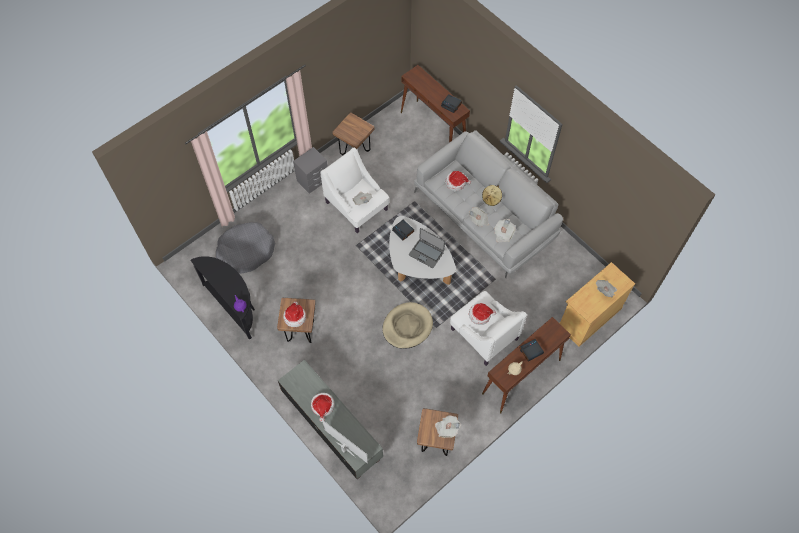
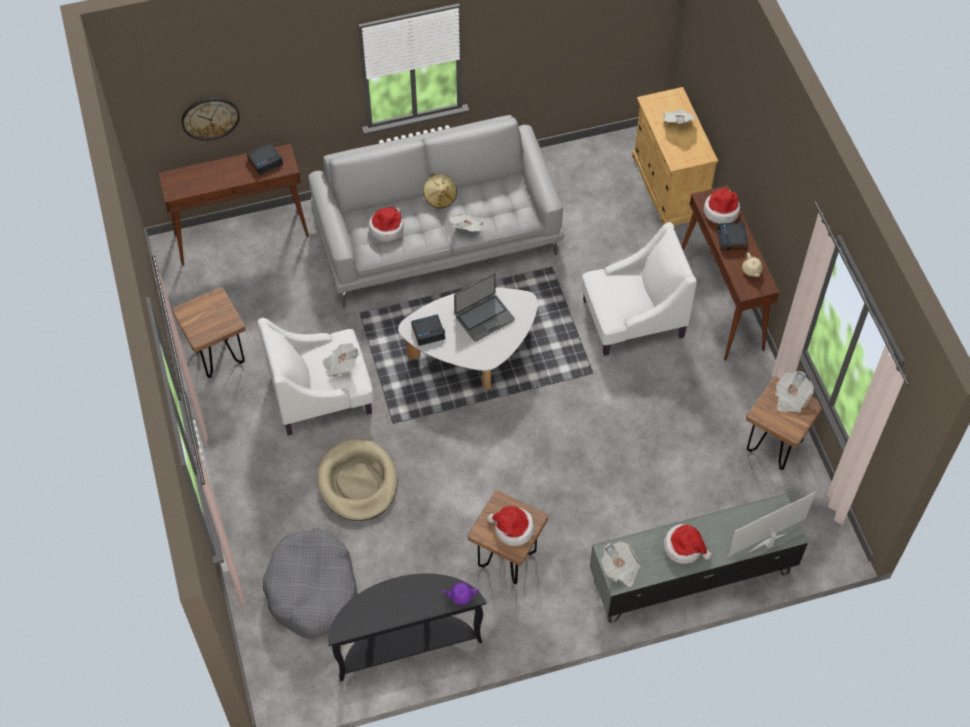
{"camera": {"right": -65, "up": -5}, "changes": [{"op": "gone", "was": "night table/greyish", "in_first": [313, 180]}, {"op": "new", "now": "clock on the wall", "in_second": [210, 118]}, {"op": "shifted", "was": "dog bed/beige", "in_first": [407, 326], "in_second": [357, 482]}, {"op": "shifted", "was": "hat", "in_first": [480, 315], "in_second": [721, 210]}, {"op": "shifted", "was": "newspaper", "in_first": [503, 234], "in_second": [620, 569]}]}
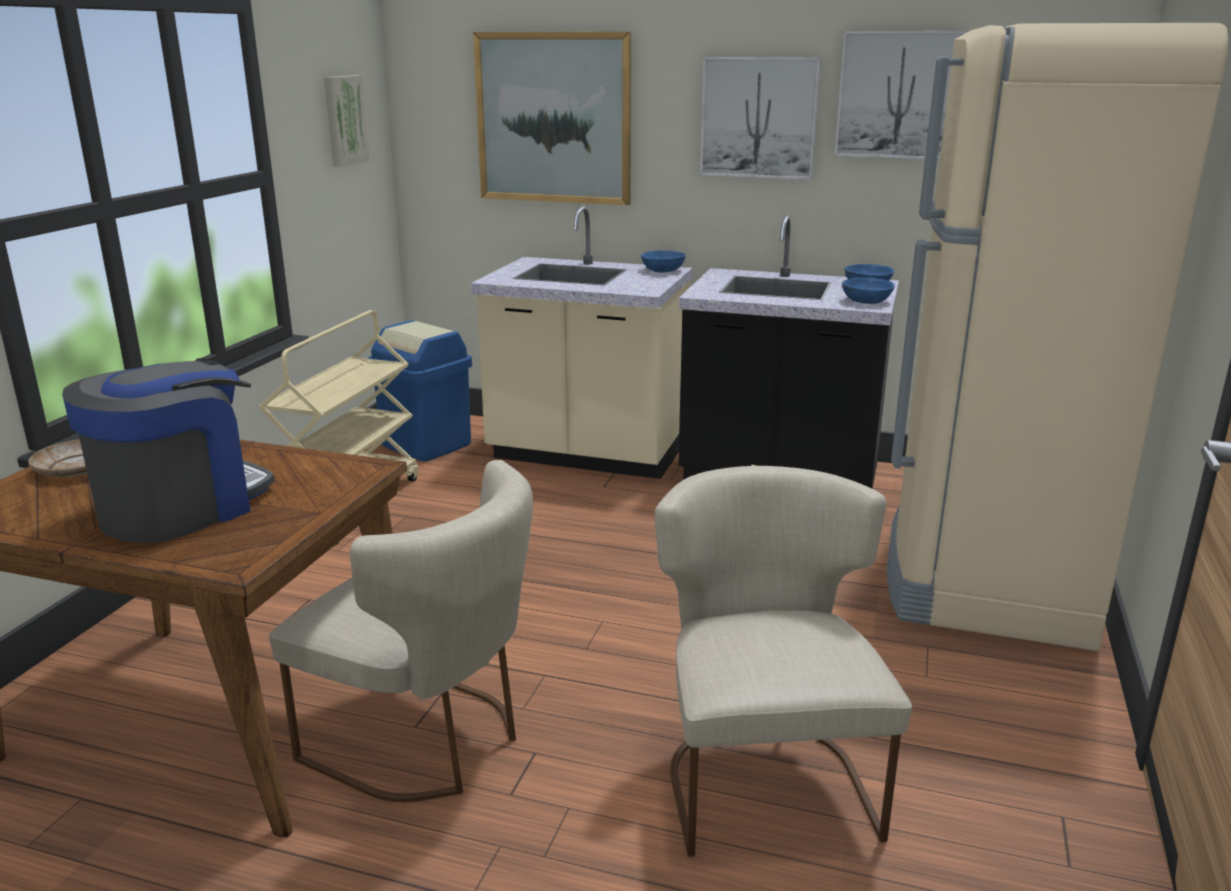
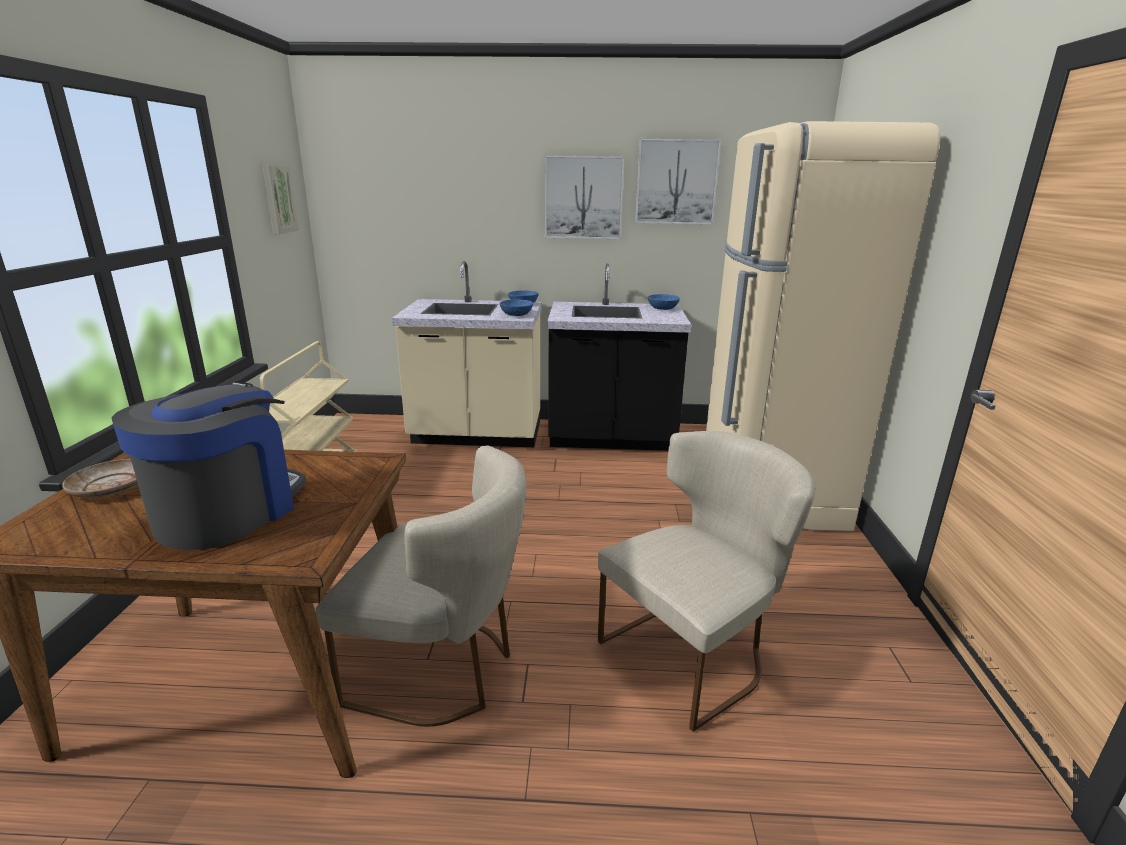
{"camera": {"right": -15, "up": 0}, "changes": [{"op": "gone", "was": "rubbish bin/bluish", "in_first": [427, 444]}, {"op": "gone", "was": "wall picture", "in_first": [554, 118]}, {"op": "shifted", "was": "bowl/bluish", "in_first": [866, 301], "in_second": [516, 314]}, {"op": "rotated", "was": "chair/beige", "in_first": [763, 775], "in_second": [694, 652], "clockwise": 75}]}
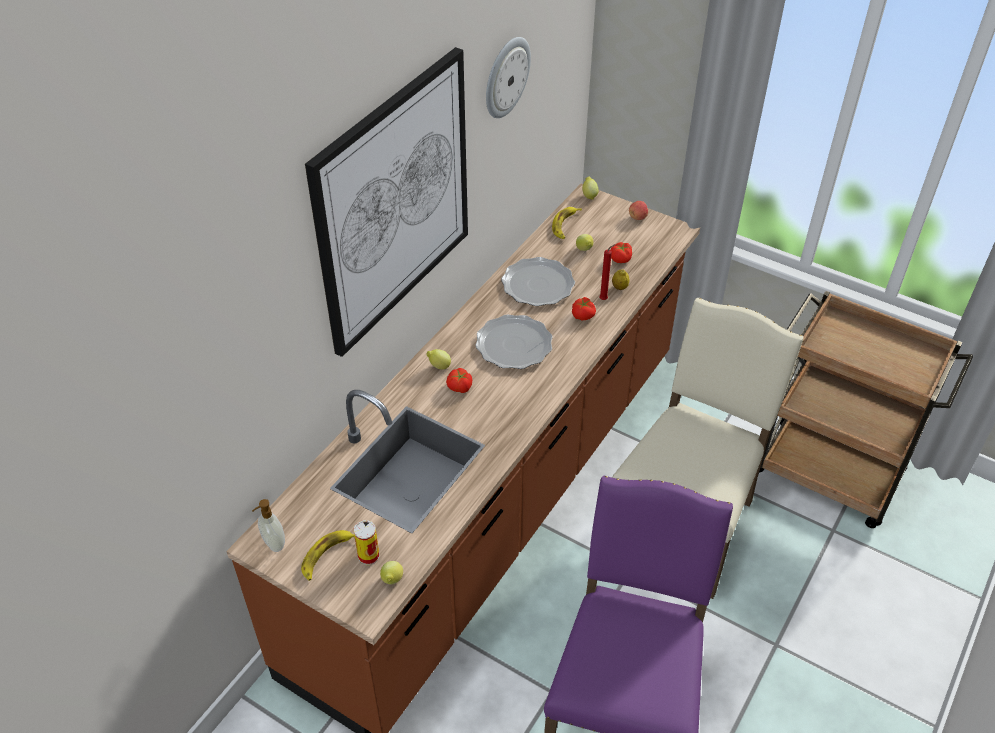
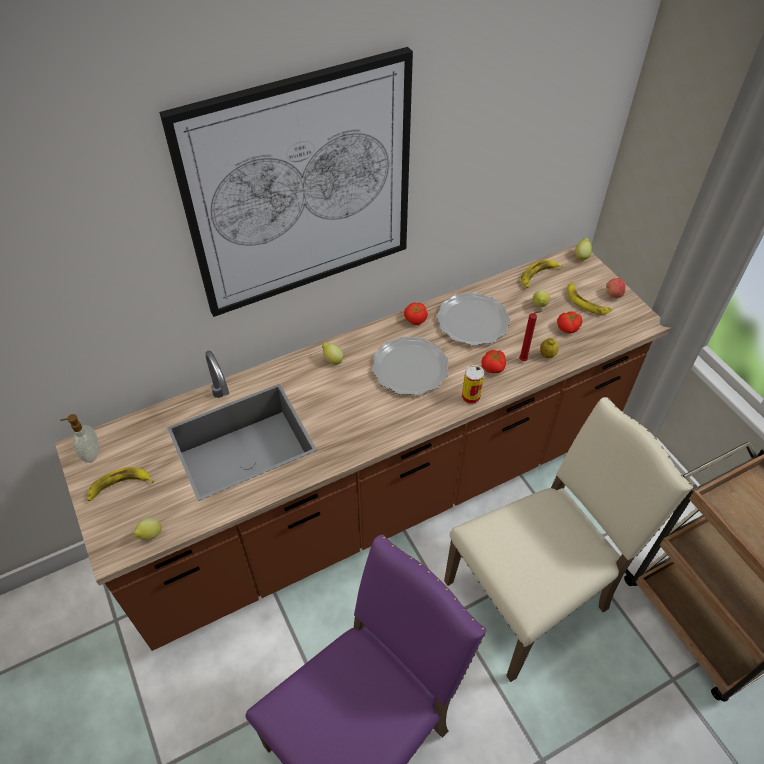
{"camera": {"right": 30, "up": 5}, "changes": [{"op": "gone", "was": "clock on the wall", "in_first": [505, 77]}, {"op": "new", "now": "whole banana", "in_second": [586, 302]}, {"op": "shifted", "was": "sealed can", "in_first": [368, 556], "in_second": [470, 397]}, {"op": "shifted", "was": "whole tomato", "in_first": [459, 387], "in_second": [415, 319]}]}
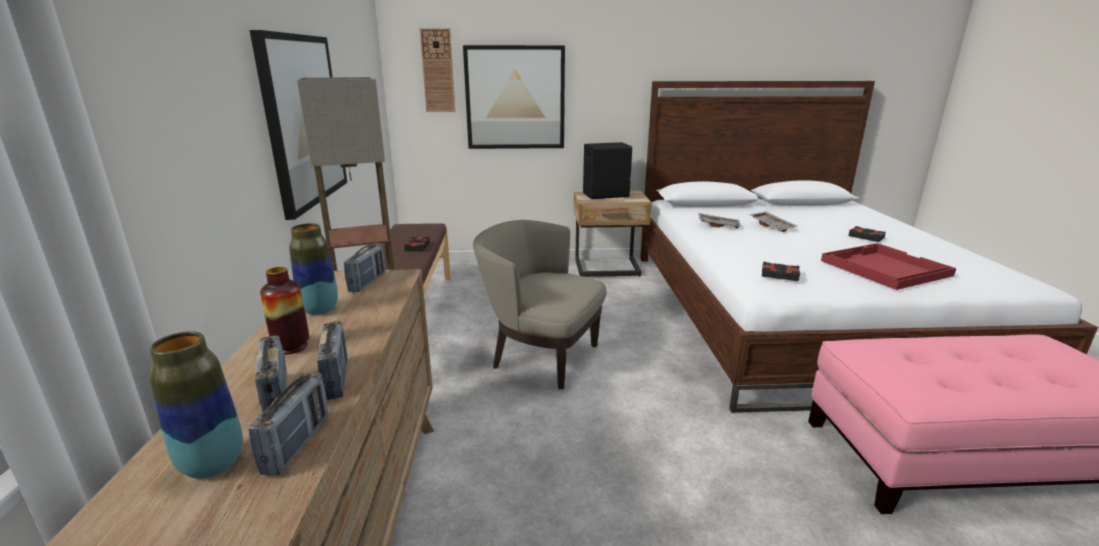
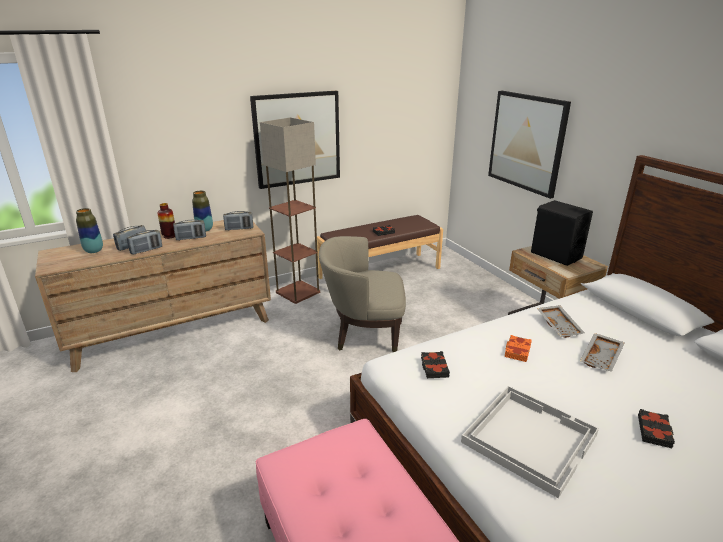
{"camera": {"right": 65, "up": 5}, "changes": [{"op": "gone", "was": "clock on the wall", "in_first": [438, 71]}, {"op": "new", "now": "volume/orangey", "in_second": [517, 351]}, {"op": "shifted", "was": "radio", "in_first": [297, 444], "in_second": [191, 238]}, {"op": "repainted", "was": "tray/reddish", "now": "tray/whitish", "in_first": [883, 268], "in_second": [528, 437]}, {"op": "rotated", "was": "armchair/beige", "in_first": [541, 356], "in_second": [363, 333], "clockwise": -90}]}
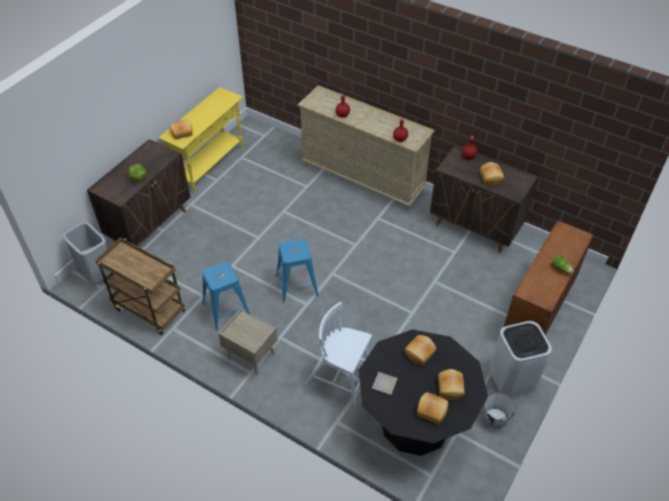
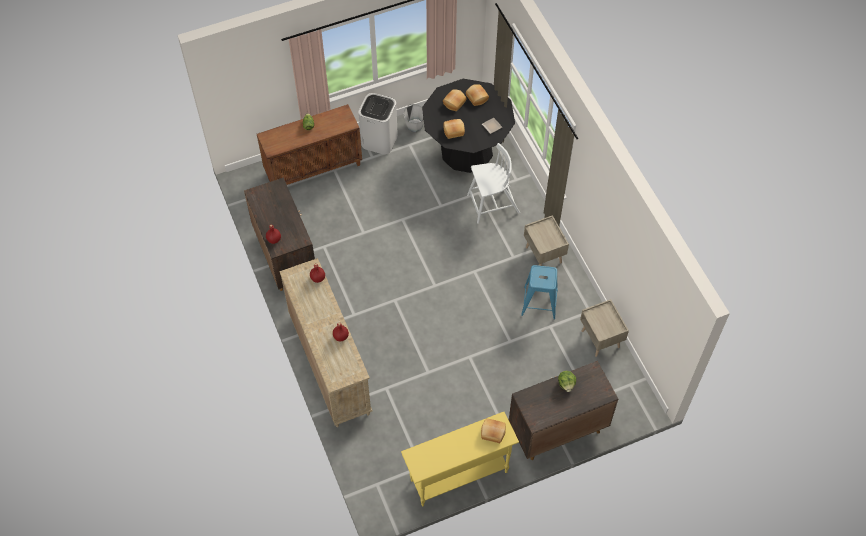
{"camera": {"right": -145, "up": 10}, "changes": [{"op": "gone", "was": "rubbish bin/greyish", "in_first": [97, 275]}, {"op": "gone", "was": "sitting stool/bluish", "in_first": [297, 285]}, {"op": "gone", "was": "bread", "in_first": [491, 177]}, {"op": "swapped", "was": "trolley/brownish", "now": "night table/beige", "in_first": [148, 310], "in_second": [601, 339]}, {"op": "rotated", "was": "chair/whitish", "in_first": [340, 377], "in_second": [492, 204], "clockwise": -75}]}
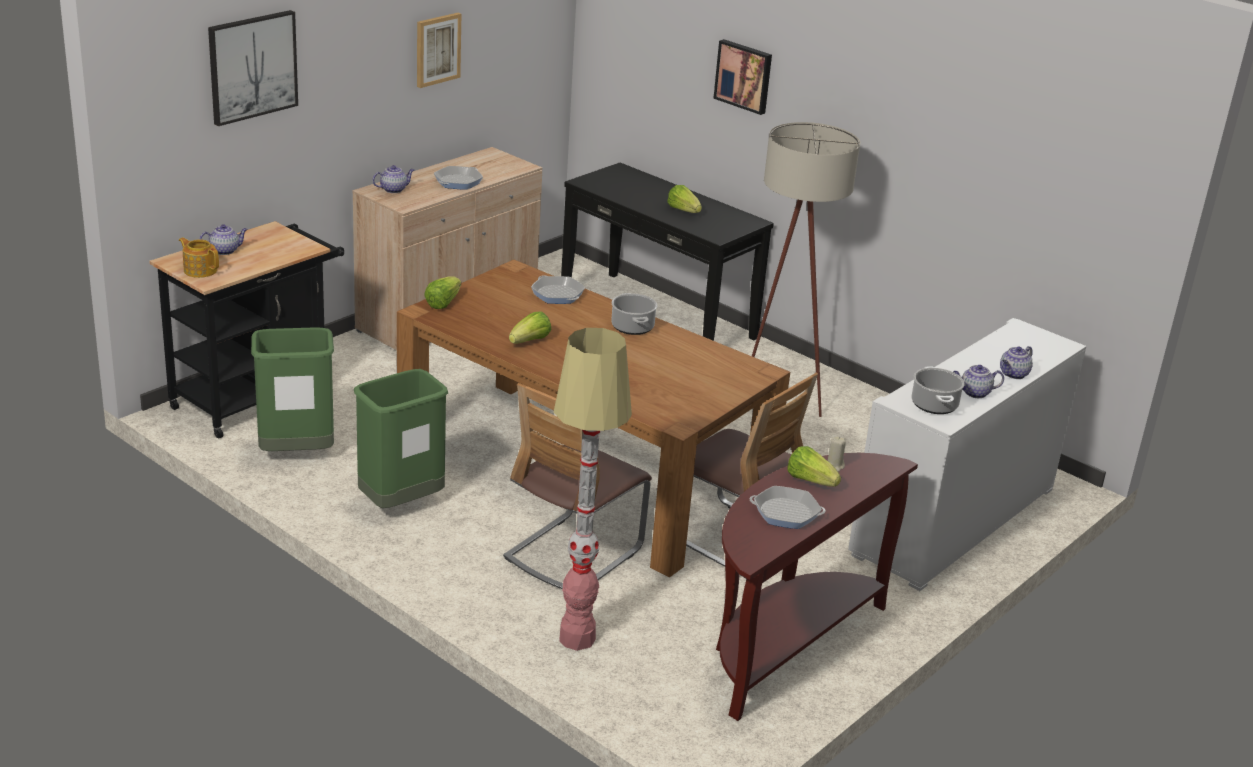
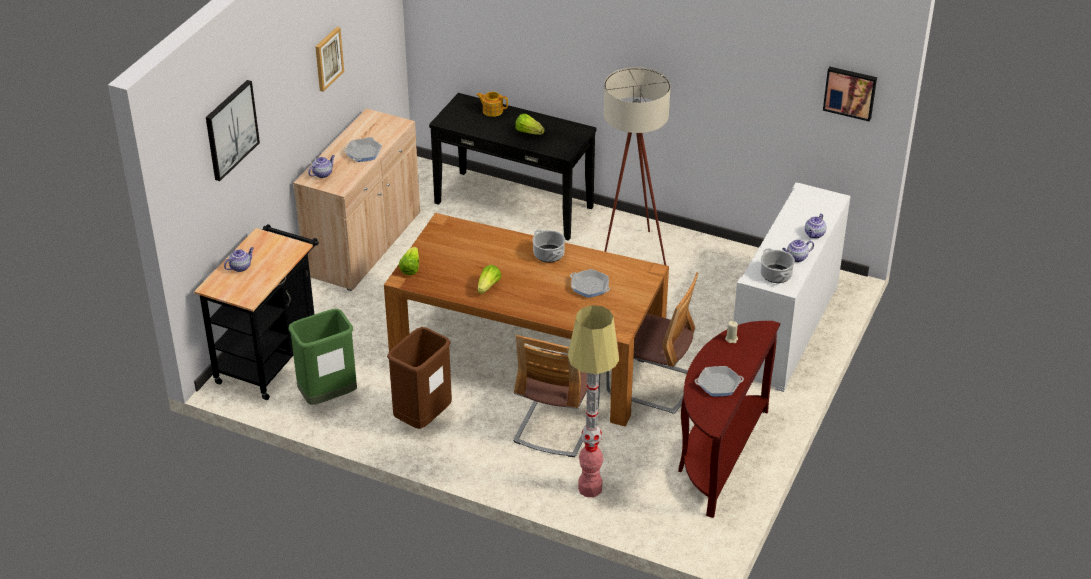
{"camera": {"right": -15, "up": 10}, "changes": [{"op": "gone", "was": "lettuce head", "in_first": [810, 480]}, {"op": "shifted", "was": "tea pot", "in_first": [200, 270], "in_second": [492, 110]}, {"op": "shifted", "was": "pan", "in_first": [557, 294], "in_second": [590, 286]}, {"op": "shifted", "was": "wall picture", "in_first": [744, 76], "in_second": [850, 92]}, {"op": "repainted", "was": "rubbish bin/green-coloured", "now": "rubbish bin/brownish", "in_first": [401, 503], "in_second": [423, 418]}]}
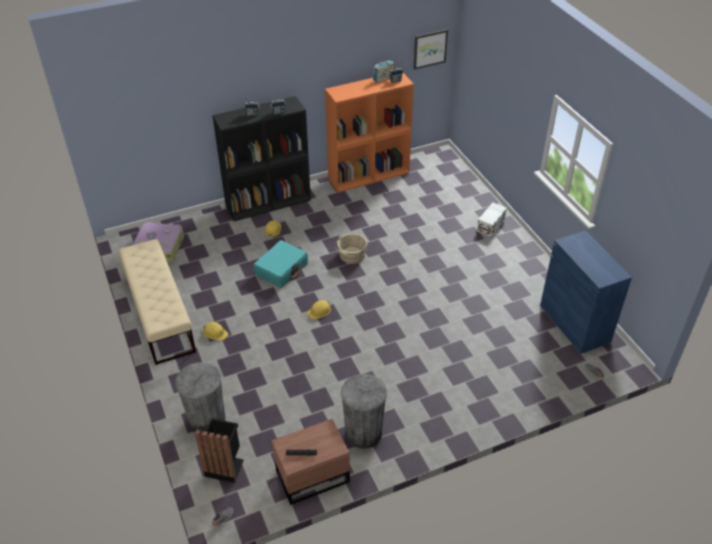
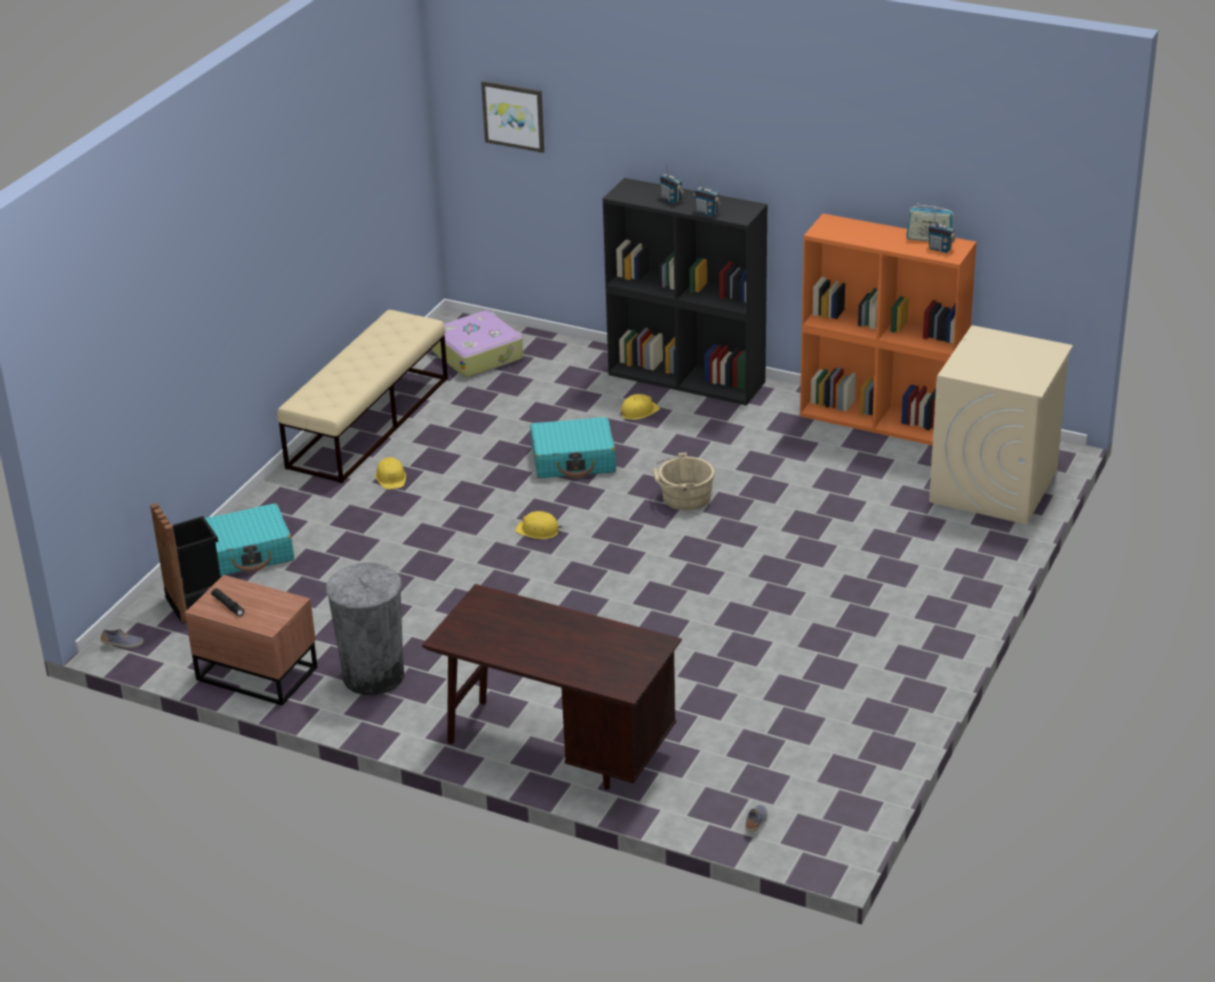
{"camera": {"right": 50, "up": -10}, "changes": [{"op": "gone", "was": "storage bin/whitish", "in_first": [491, 225]}, {"op": "gone", "was": "cabinet/bluish", "in_first": [574, 323]}, {"op": "new", "now": "desk/brownish", "in_second": [556, 748]}, {"op": "new", "now": "laundry appliance/beige", "in_second": [994, 486]}, {"op": "shifted", "was": "wall picture", "in_first": [430, 49], "in_second": [514, 115]}, {"op": "swapped", "was": "rubbish bin/greyish", "now": "suitcase/blue-green", "in_first": [207, 421], "in_second": [247, 552]}]}
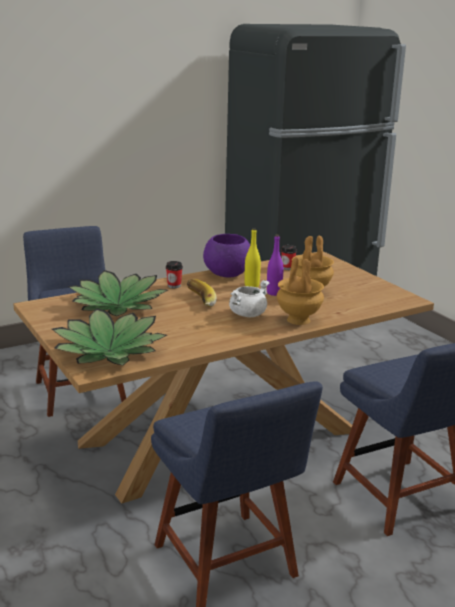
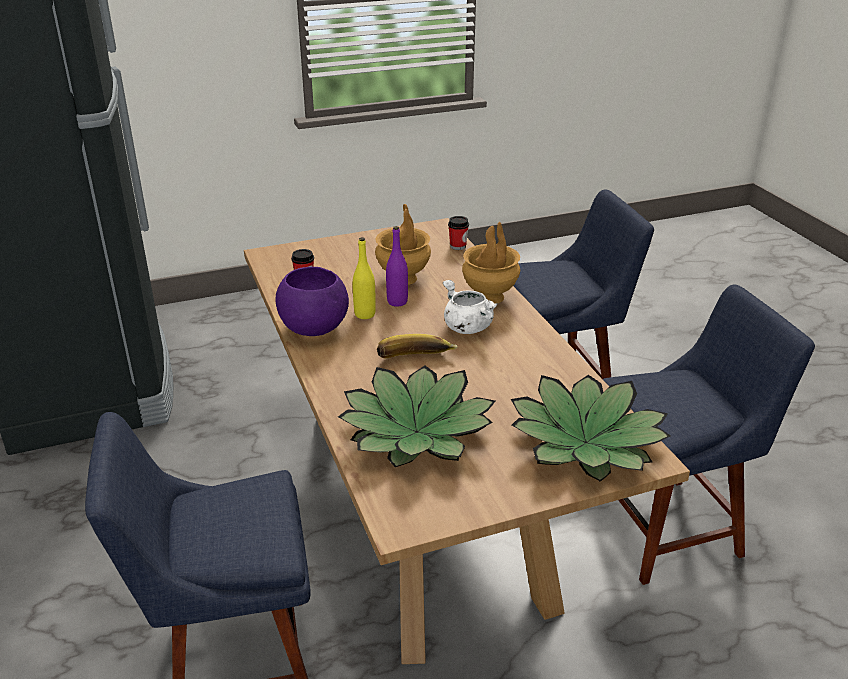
{"camera": {"right": -80, "up": 10}, "changes": [{"op": "shifted", "was": "cup", "in_first": [174, 285], "in_second": [458, 246]}]}
